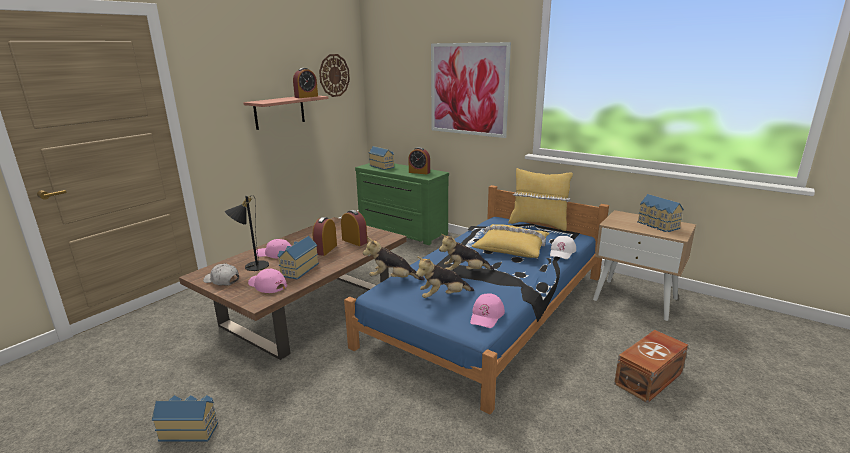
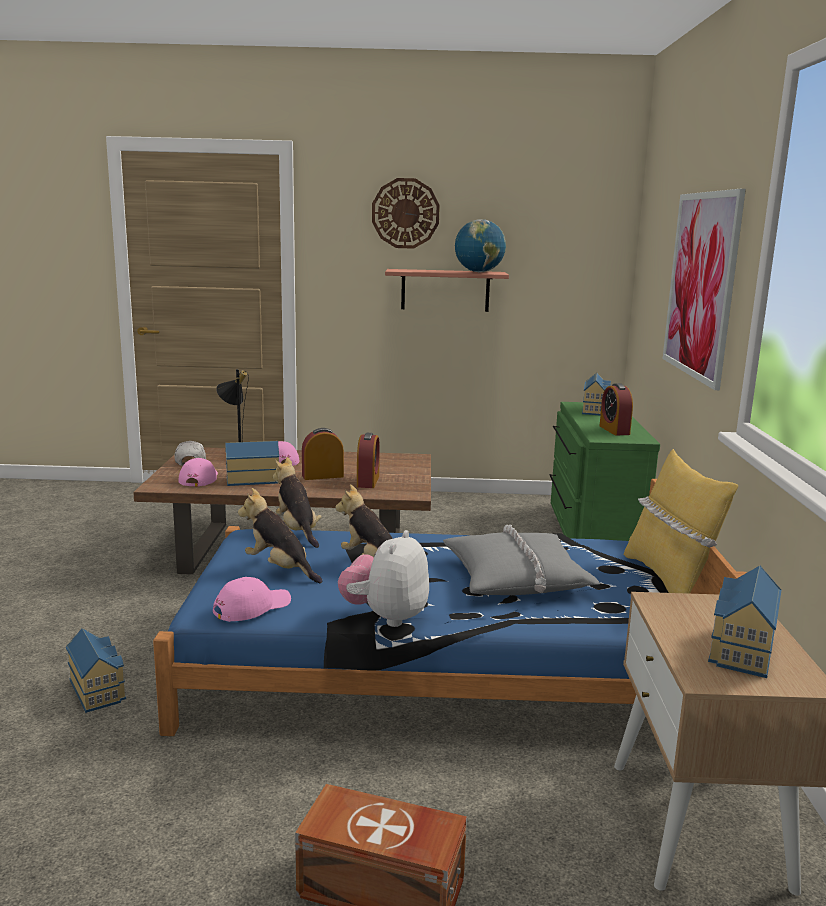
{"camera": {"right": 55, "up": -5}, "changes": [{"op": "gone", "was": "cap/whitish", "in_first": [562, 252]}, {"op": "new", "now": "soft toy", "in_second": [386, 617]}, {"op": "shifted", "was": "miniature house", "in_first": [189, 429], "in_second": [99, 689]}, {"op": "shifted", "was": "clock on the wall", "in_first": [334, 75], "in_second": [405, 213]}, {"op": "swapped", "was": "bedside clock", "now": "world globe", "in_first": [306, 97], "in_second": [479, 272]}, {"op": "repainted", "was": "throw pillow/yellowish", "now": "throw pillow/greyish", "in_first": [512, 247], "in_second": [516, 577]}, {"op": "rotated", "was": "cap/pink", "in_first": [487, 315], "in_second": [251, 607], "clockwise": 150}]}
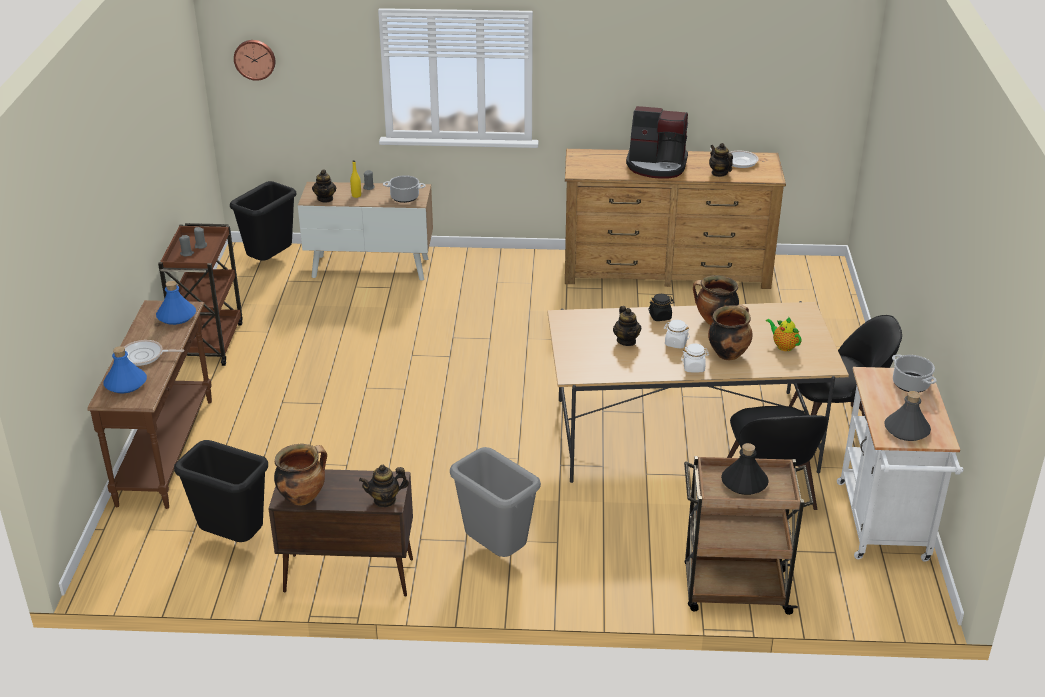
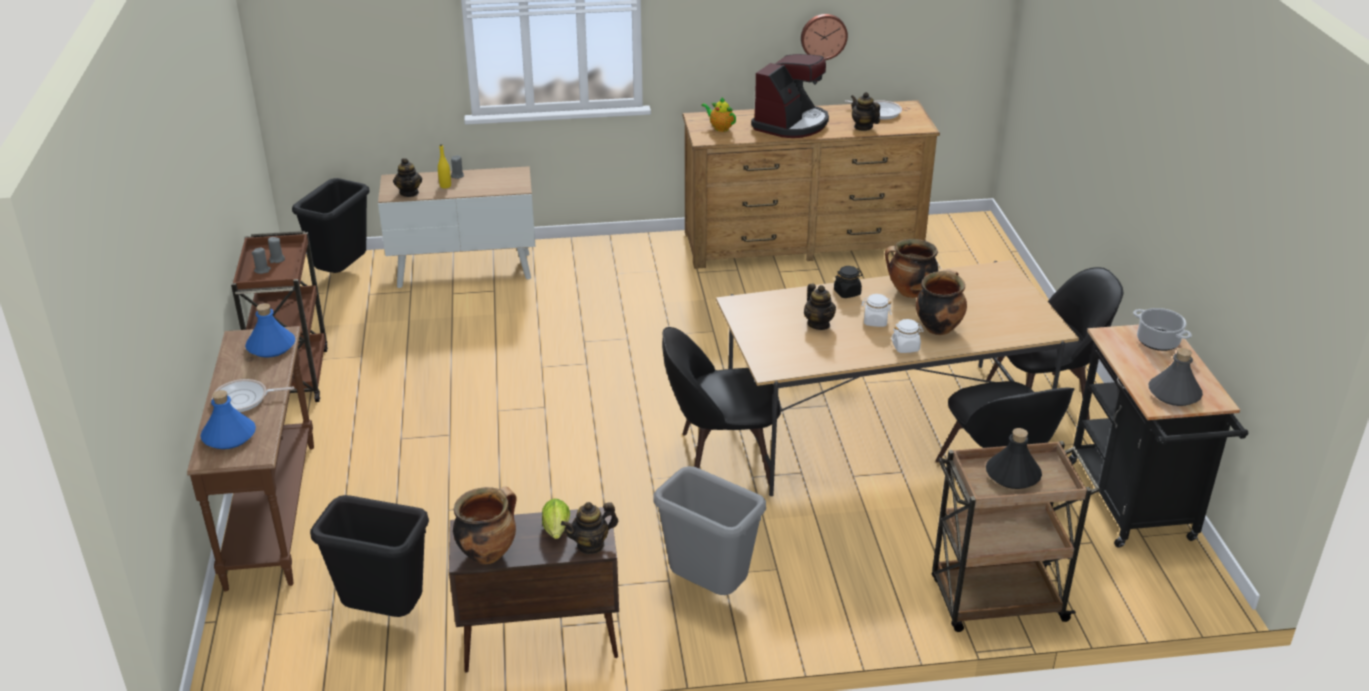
{"camera": {"right": -10, "up": 0}, "changes": [{"op": "gone", "was": "stockpot", "in_first": [405, 197]}, {"op": "new", "now": "lettuce head", "in_second": [556, 531]}, {"op": "new", "now": "chair/blackish", "in_second": [720, 459]}, {"op": "shifted", "was": "clock on the wall", "in_first": [255, 59], "in_second": [823, 36]}, {"op": "shifted", "was": "tea pot", "in_first": [783, 346], "in_second": [720, 128]}, {"op": "repainted", "was": "trolley/whitish", "now": "trolley/blackish", "in_first": [884, 527], "in_second": [1135, 507]}, {"op": "rotated", "was": "coffee maker", "in_first": [657, 165], "in_second": [791, 124], "clockwise": -60}]}
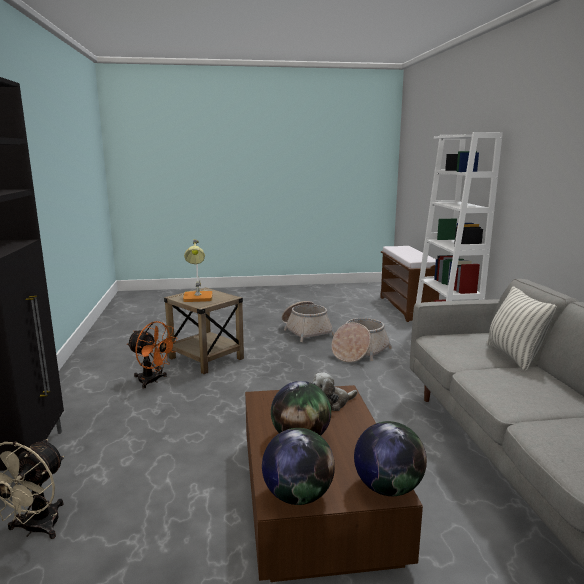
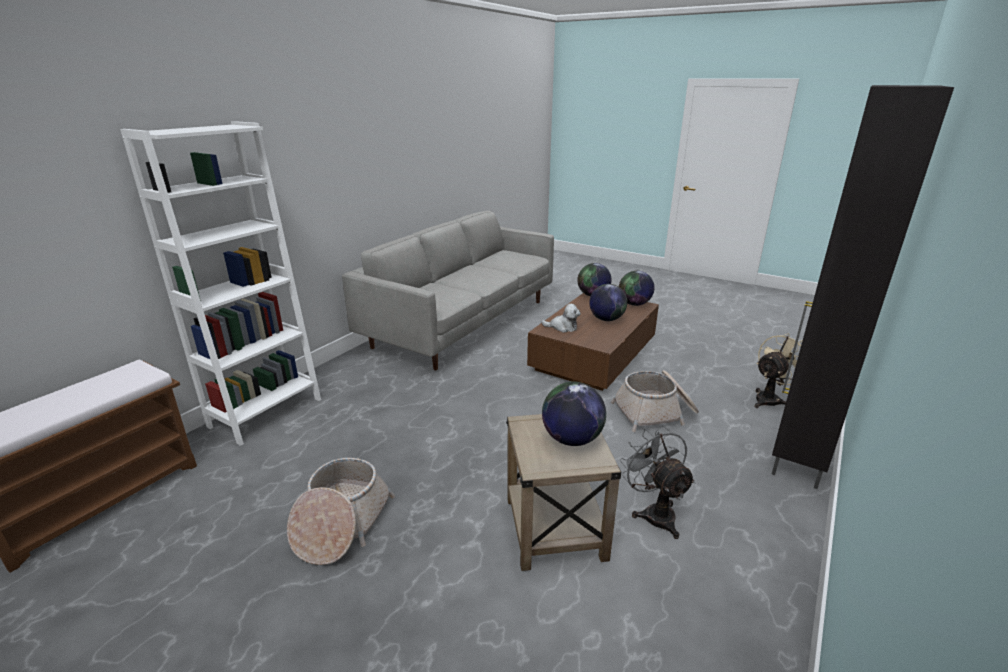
{"camera": {"right": -140, "up": 10}, "changes": [{"op": "gone", "was": "throw pillow", "in_first": [513, 356]}, {"op": "shifted", "was": "basket", "in_first": [359, 352], "in_second": [655, 412]}, {"op": "swapped", "was": "table lamp", "now": "world globe", "in_first": [198, 299], "in_second": [571, 439]}, {"op": "repainted", "was": "cooling fan/orangey", "now": "cooling fan/greyish", "in_first": [153, 381], "in_second": [654, 513]}]}
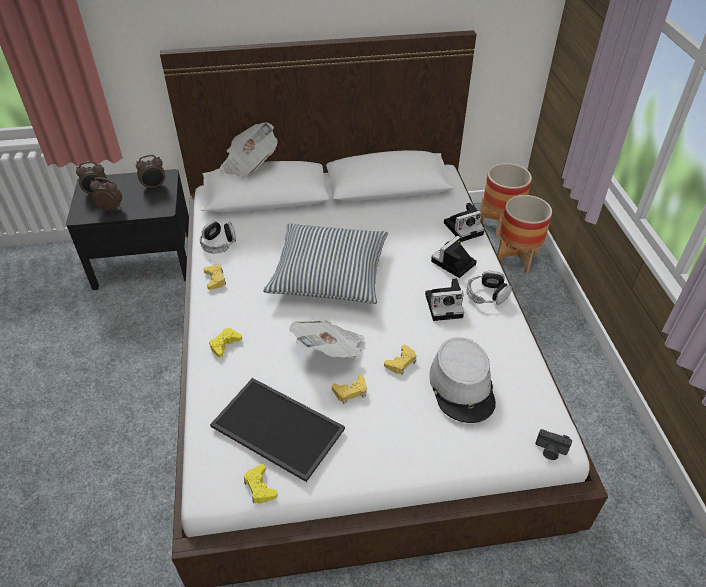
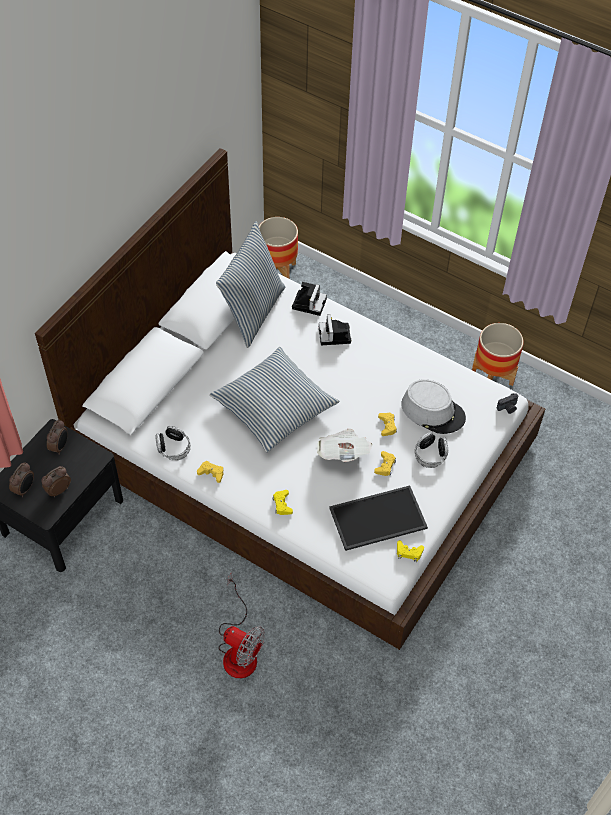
{"camera": {"right": -50, "up": 10}, "changes": [{"op": "gone", "was": "newspaper", "in_first": [249, 164]}, {"op": "gone", "was": "still camera", "in_first": [445, 305]}, {"op": "new", "now": "throw pillow", "in_second": [252, 312]}, {"op": "new", "now": "cooling fan", "in_second": [239, 649]}, {"op": "shifted", "was": "headphones", "in_first": [486, 295], "in_second": [430, 454]}, {"op": "shifted", "was": "flower pot", "in_first": [517, 259], "in_second": [492, 377]}]}
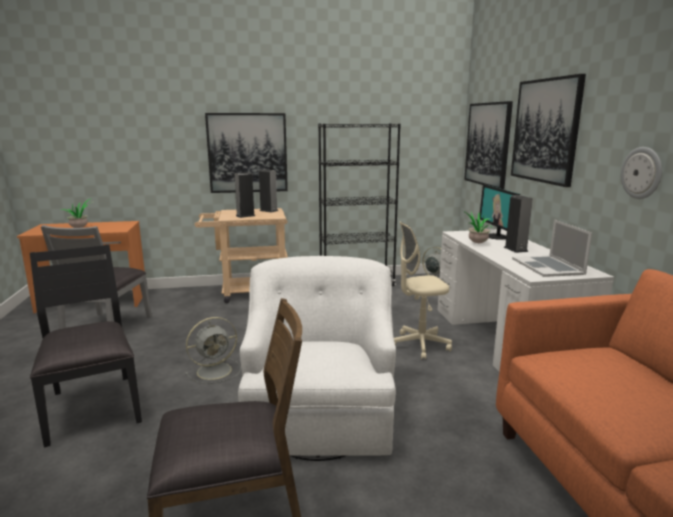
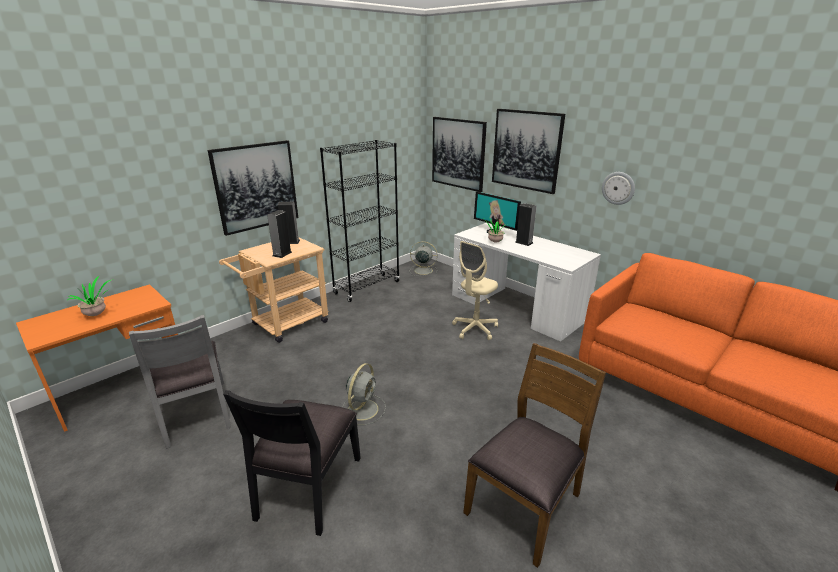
{"camera": {"right": -35, "up": 10}, "changes": [{"op": "gone", "was": "armchair/whitish", "in_first": [320, 413]}, {"op": "gone", "was": "portable computer", "in_first": [548, 266]}, {"op": "rotated", "was": "chair/blackish", "in_first": [93, 406], "in_second": [307, 487], "clockwise": -105}]}
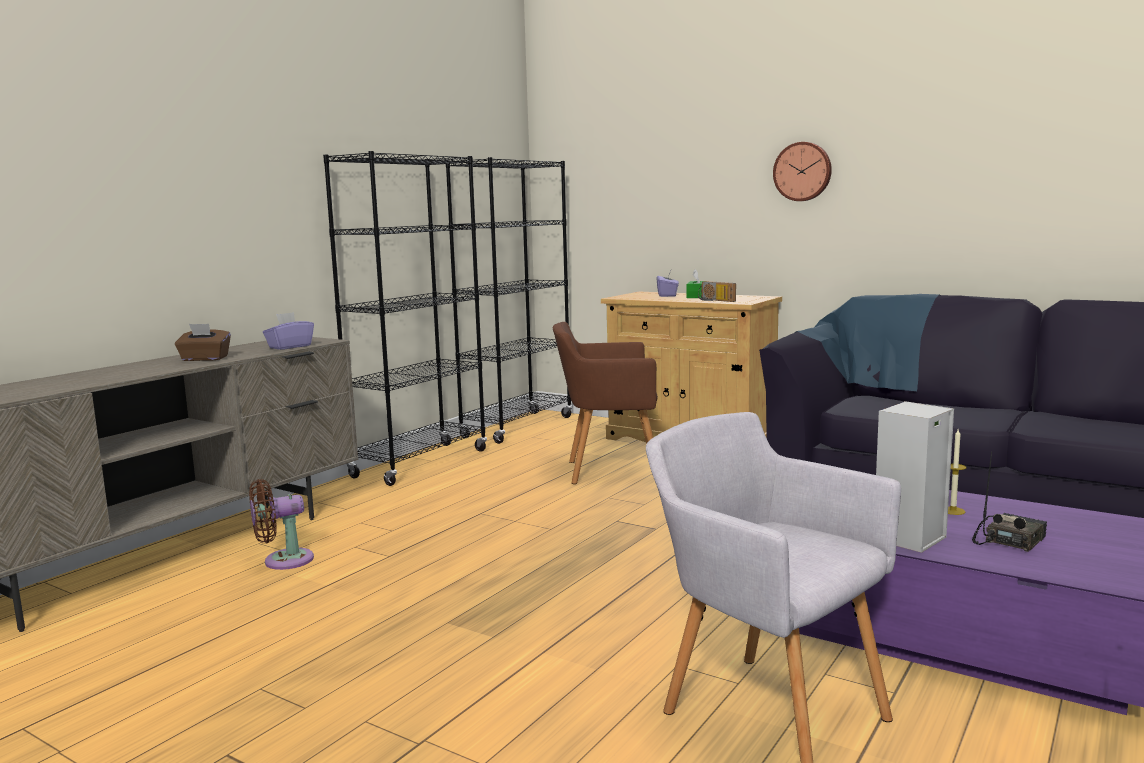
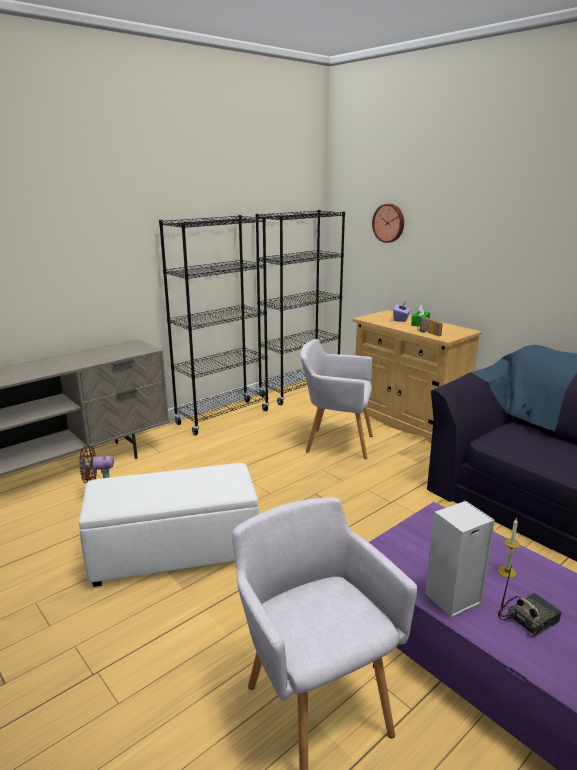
{"camera": {"right": 15, "up": 10}, "changes": [{"op": "gone", "was": "tissue holder/brownish", "in_first": [204, 359]}, {"op": "gone", "was": "tissue holder/purple", "in_first": [289, 347]}, {"op": "new", "now": "pouffe/whitish", "in_second": [176, 552]}, {"op": "shifted", "was": "clock on the wall", "in_first": [803, 171], "in_second": [389, 223]}, {"op": "repainted", "was": "armchair/brownish", "now": "armchair/greyish", "in_first": [608, 470], "in_second": [335, 442]}]}
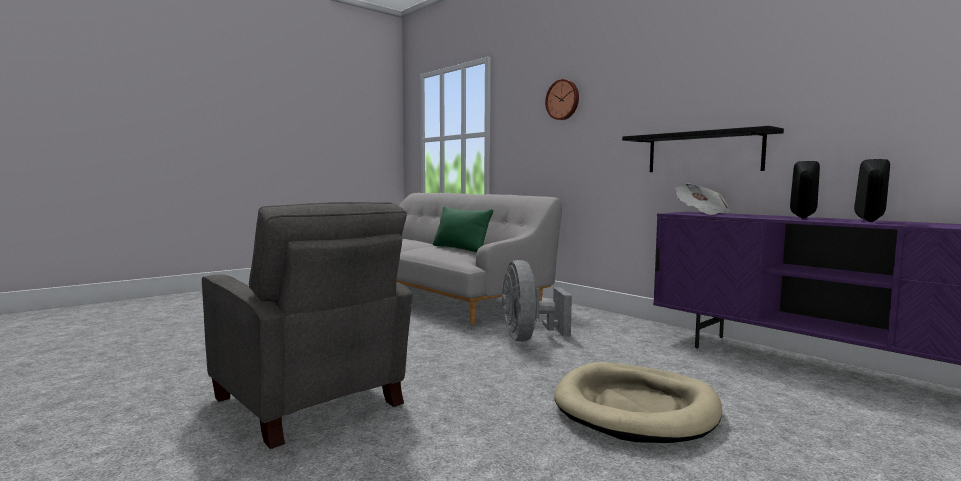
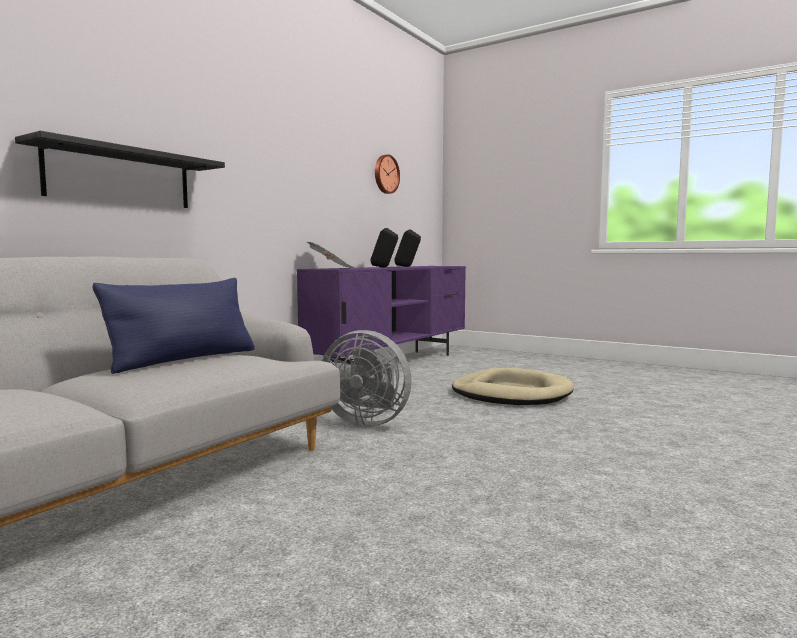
{"camera": {"right": -105, "up": 0}, "changes": [{"op": "gone", "was": "armchair/greyish", "in_first": [310, 402]}, {"op": "shifted", "was": "clock on the wall", "in_first": [563, 100], "in_second": [385, 174]}, {"op": "shifted", "was": "shelf/blackish", "in_first": [703, 152], "in_second": [120, 178]}, {"op": "repainted", "was": "throw pillow/green-coloured", "now": "throw pillow/bluish", "in_first": [460, 249], "in_second": [184, 359]}, {"op": "rotated", "was": "cooling fan/greyish", "in_first": [528, 338], "in_second": [367, 422], "clockwise": 45}]}
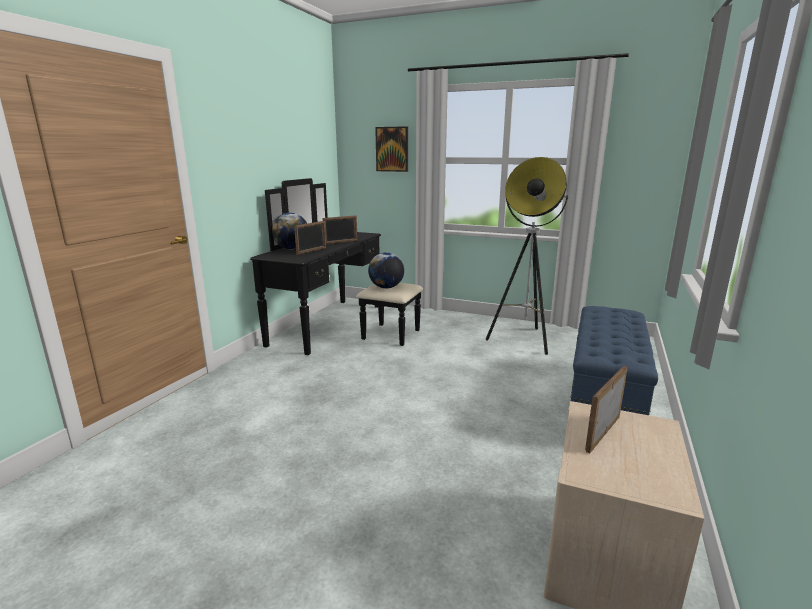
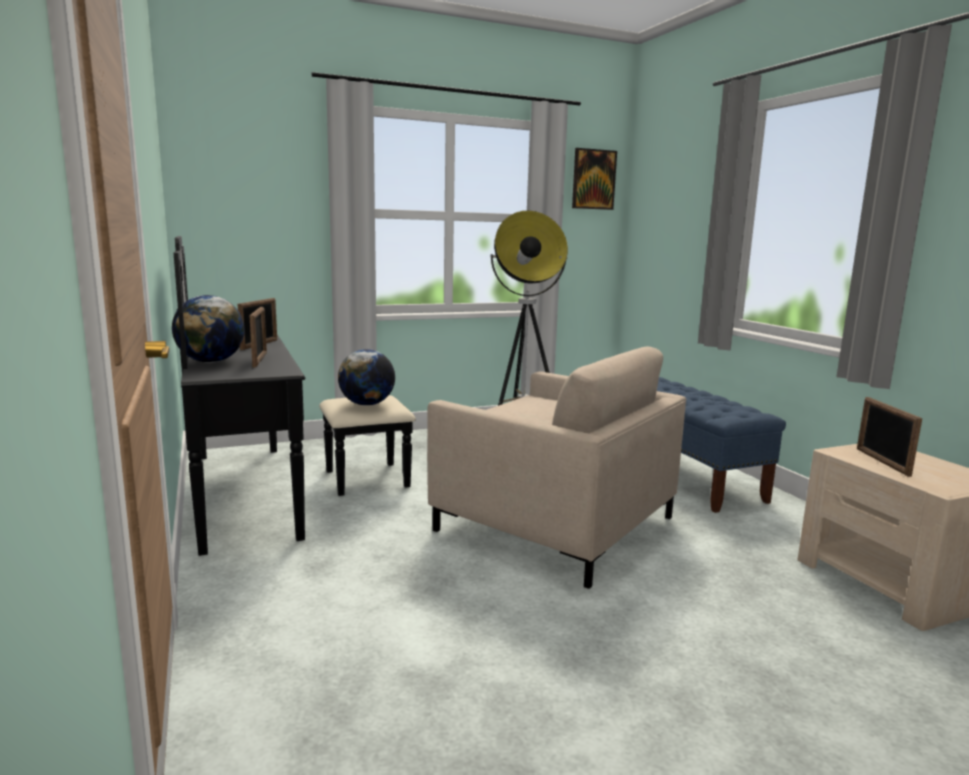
{"camera": {"right": -45, "up": -5}, "changes": [{"op": "new", "now": "armchair/beige", "in_second": [554, 524]}, {"op": "shifted", "was": "wall picture", "in_first": [392, 149], "in_second": [593, 179]}]}
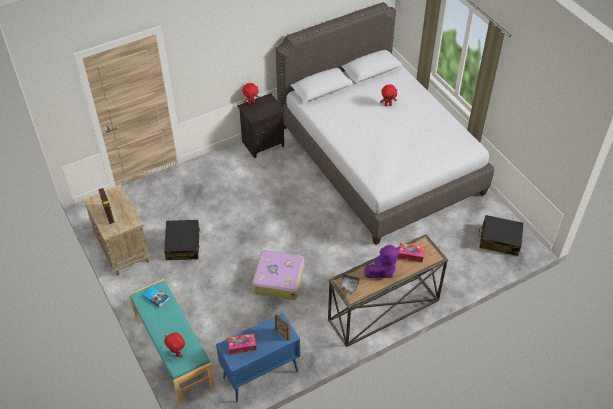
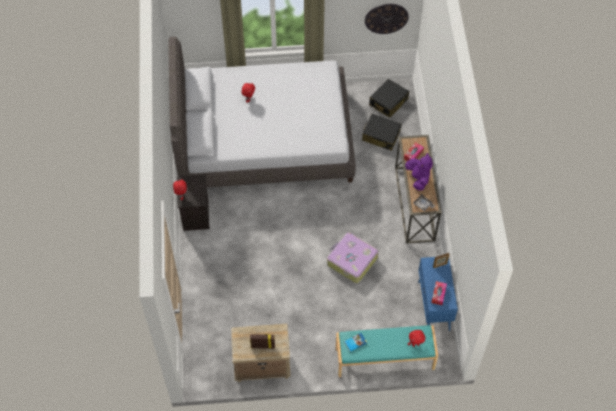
{"camera": {"right": -65, "up": 10}, "changes": [{"op": "new", "now": "clock on the wall", "in_second": [386, 18]}, {"op": "shifted", "was": "suitcase/blackish", "in_first": [183, 244], "in_second": [381, 136]}]}
